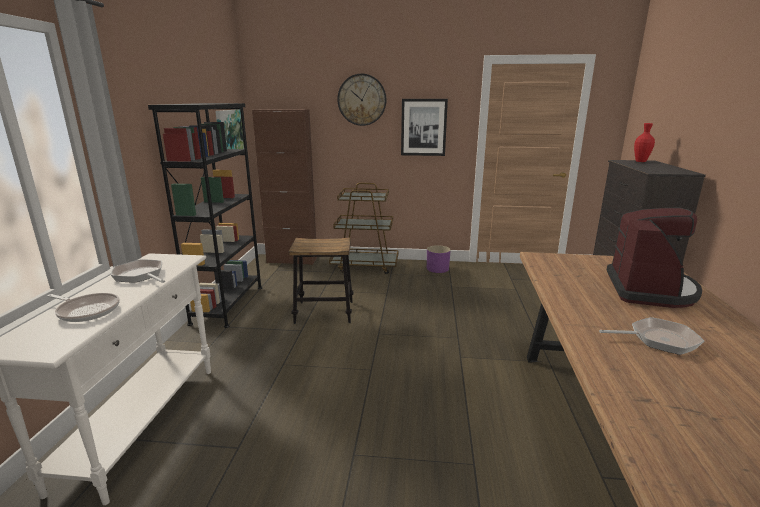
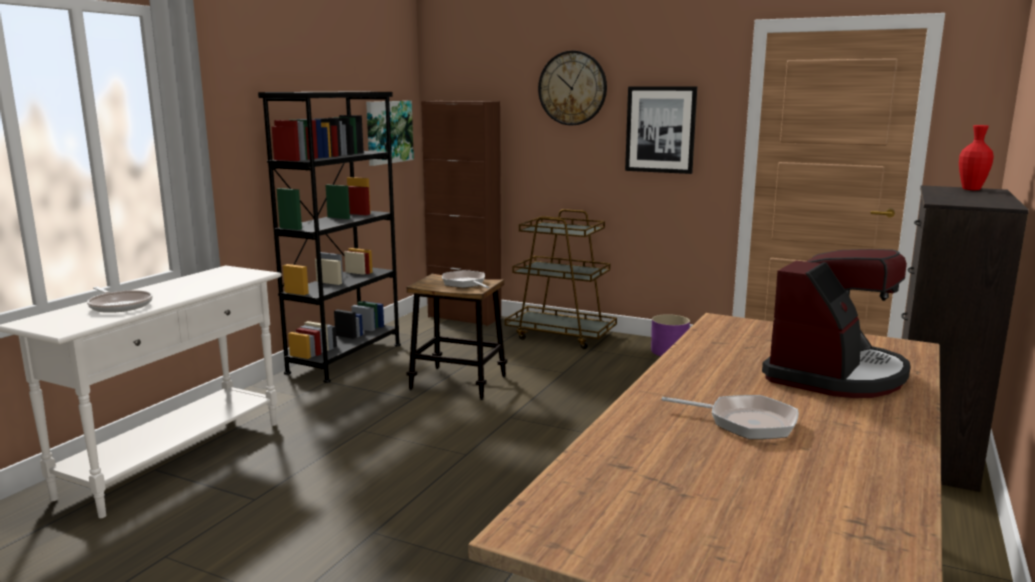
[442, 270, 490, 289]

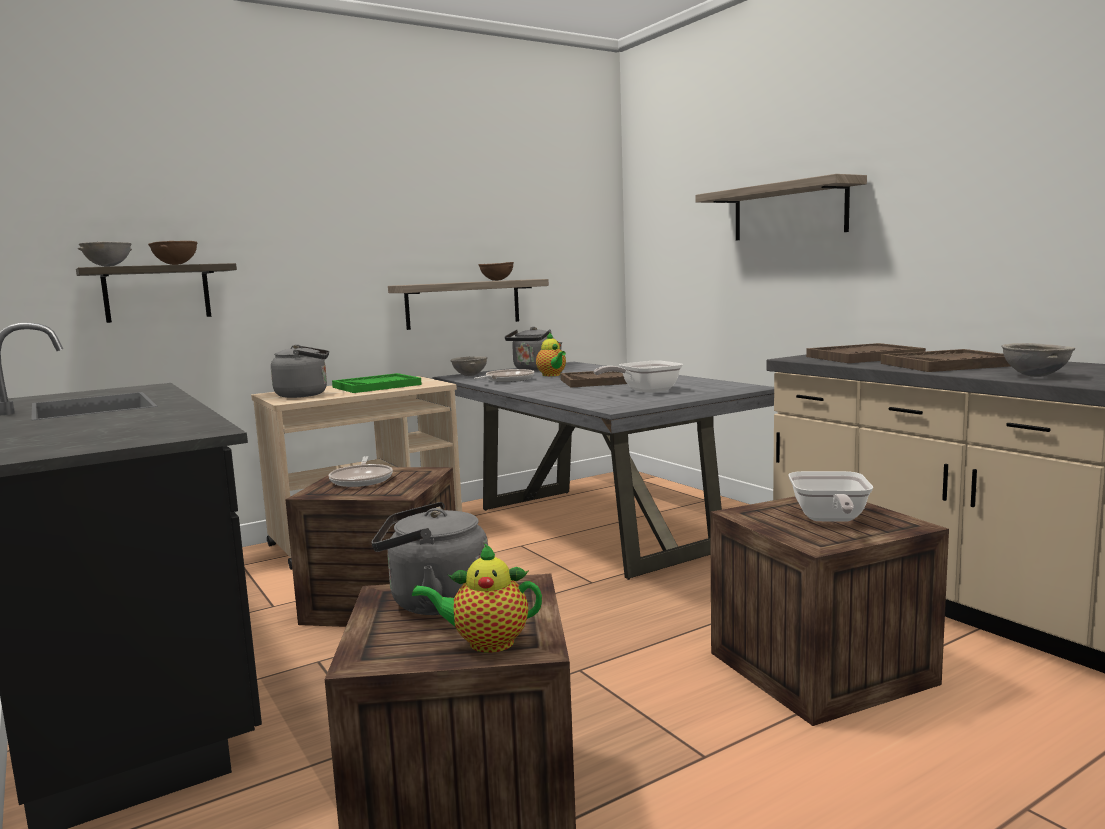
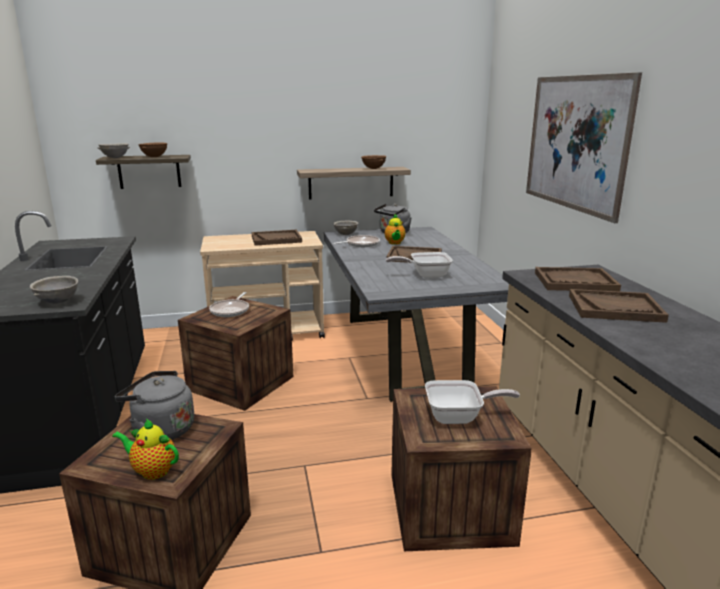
[30, 276, 78, 304]
[252, 230, 302, 246]
[425, 380, 520, 424]
[526, 72, 642, 223]
[271, 344, 329, 398] (first image)

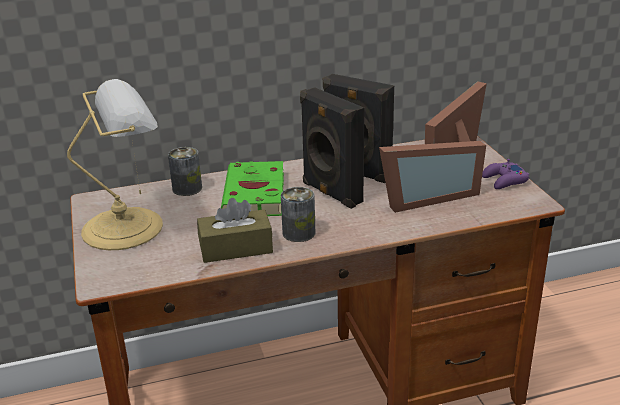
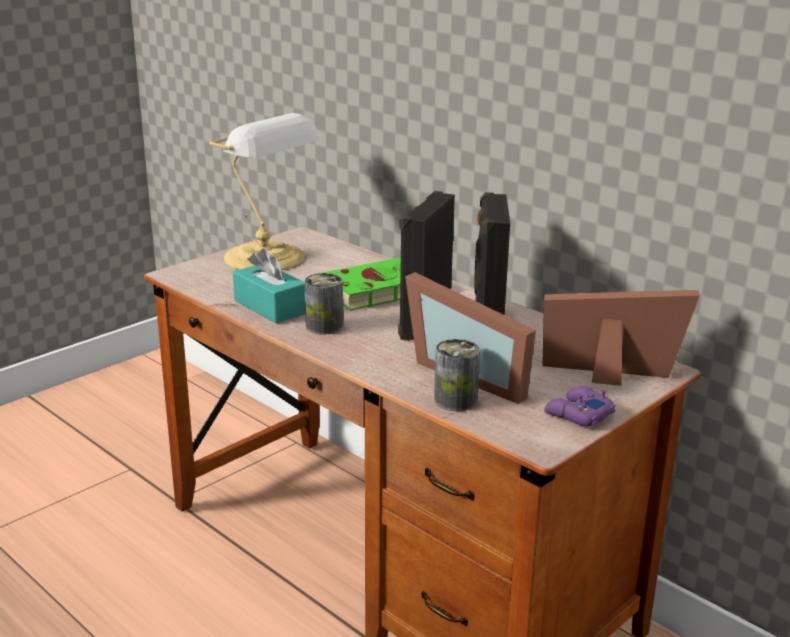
[233, 248, 305, 323]
[434, 339, 480, 411]

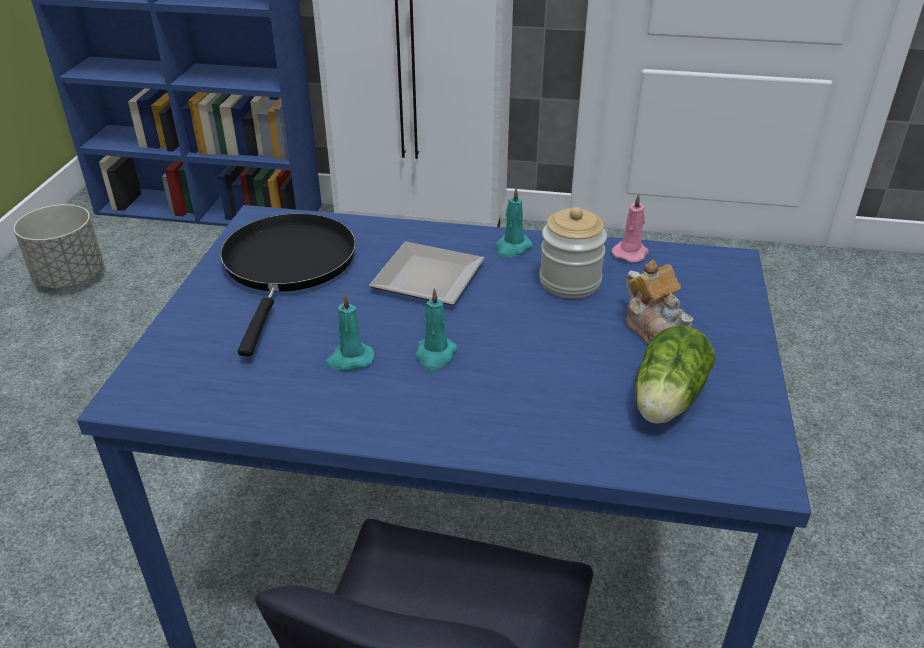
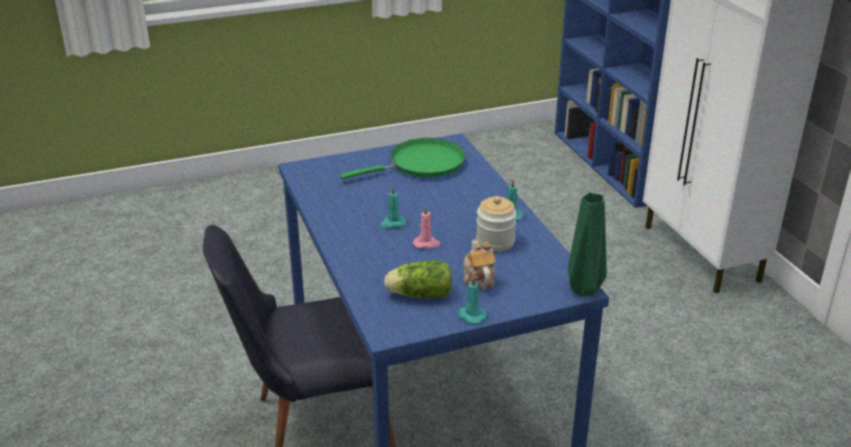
[340, 138, 465, 180]
[413, 206, 441, 249]
[458, 276, 487, 324]
[463, 239, 496, 290]
[568, 193, 607, 297]
[14, 204, 104, 288] (first image)
[369, 242, 484, 305] (first image)

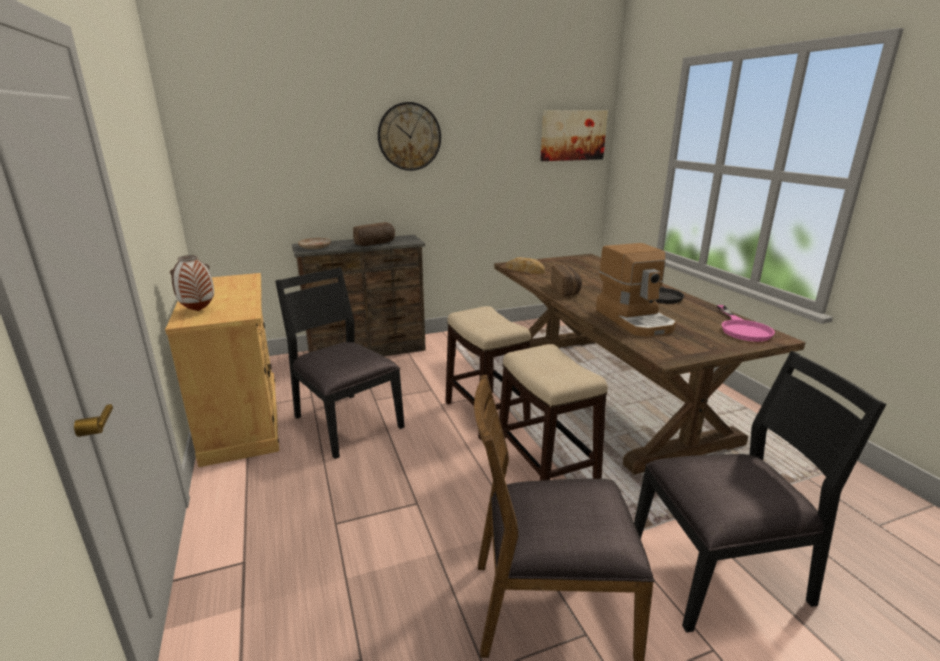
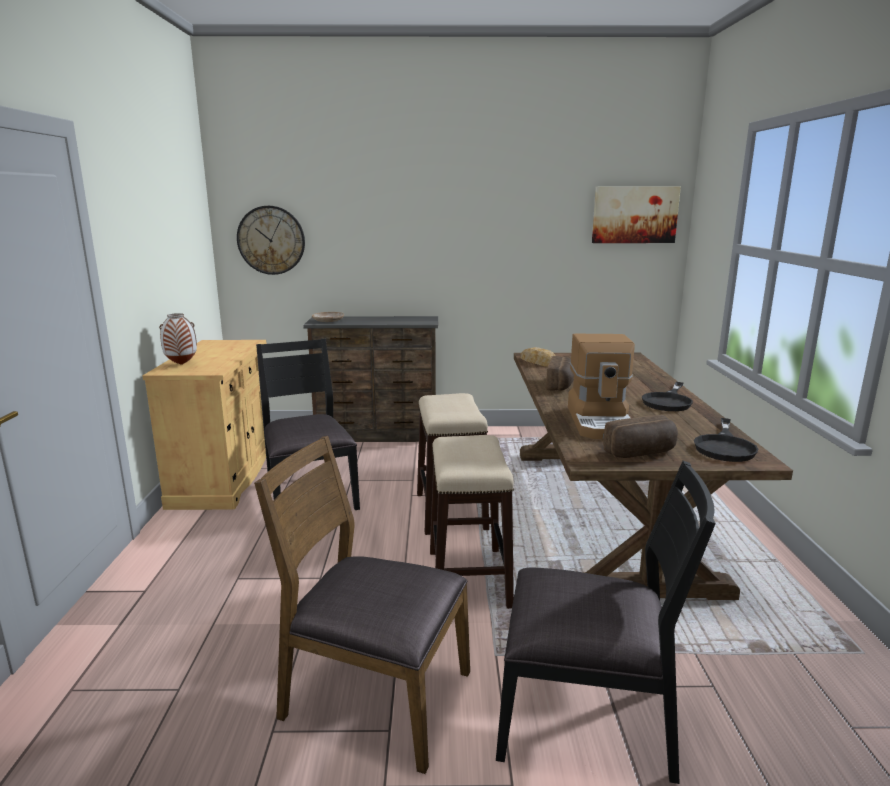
[237, 206, 305, 275]
[603, 415, 678, 458]
[694, 418, 759, 462]

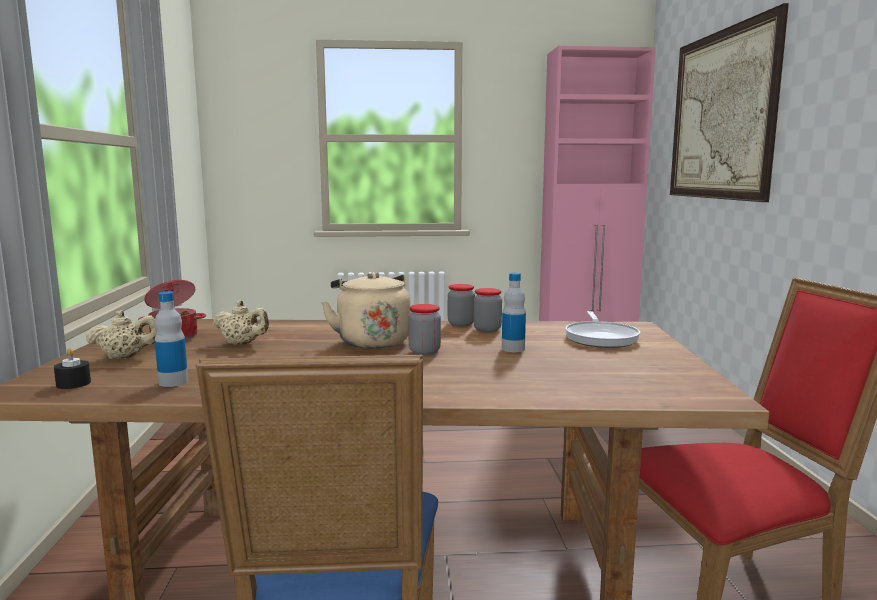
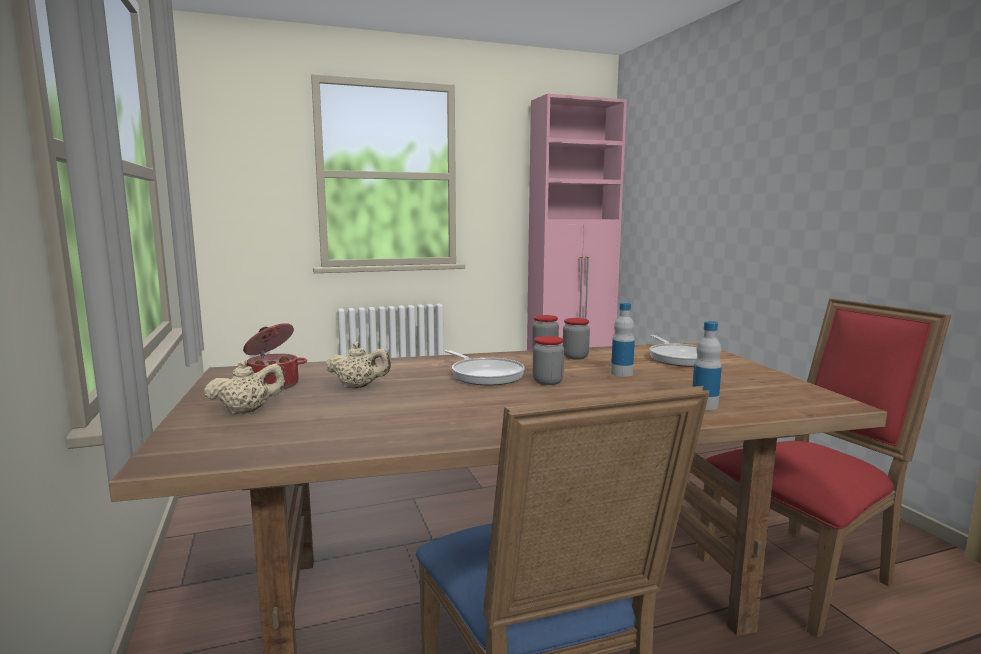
[445, 350, 525, 386]
[692, 321, 722, 410]
[54, 348, 91, 389] (first image)
[670, 3, 789, 202] (first image)

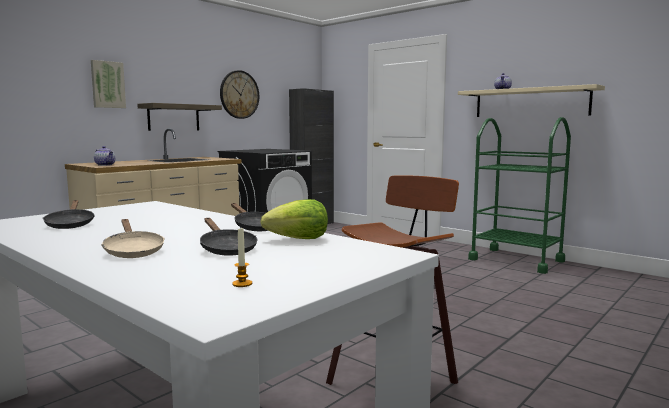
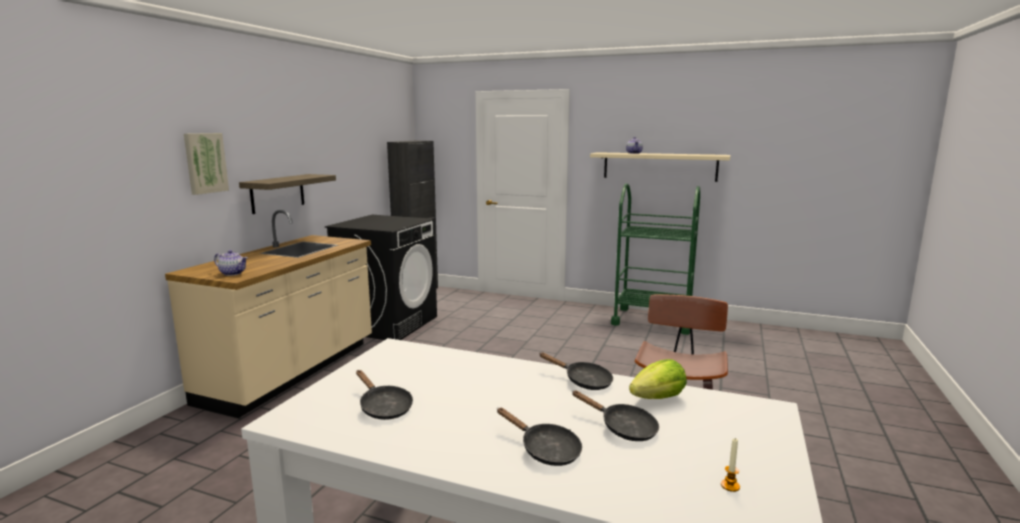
[497, 408, 582, 466]
[220, 70, 259, 119] (first image)

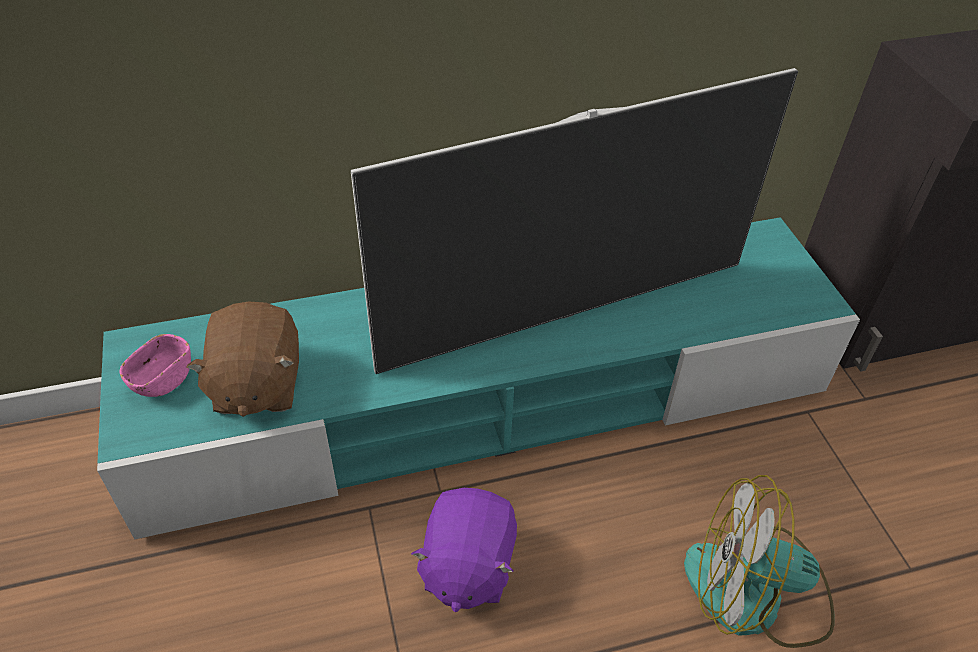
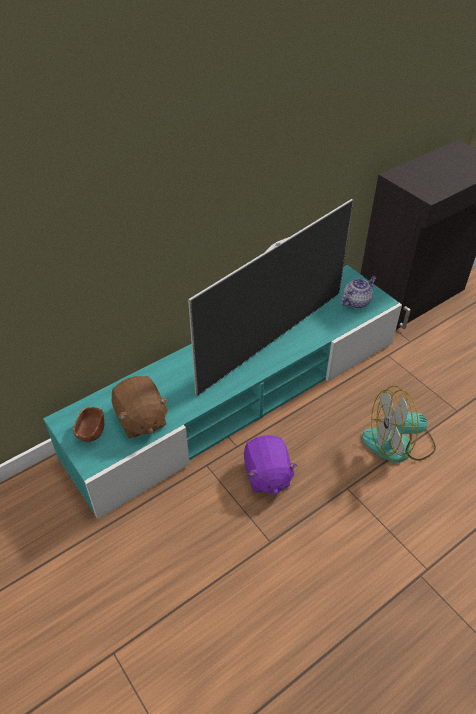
[73, 407, 104, 442]
[341, 276, 377, 309]

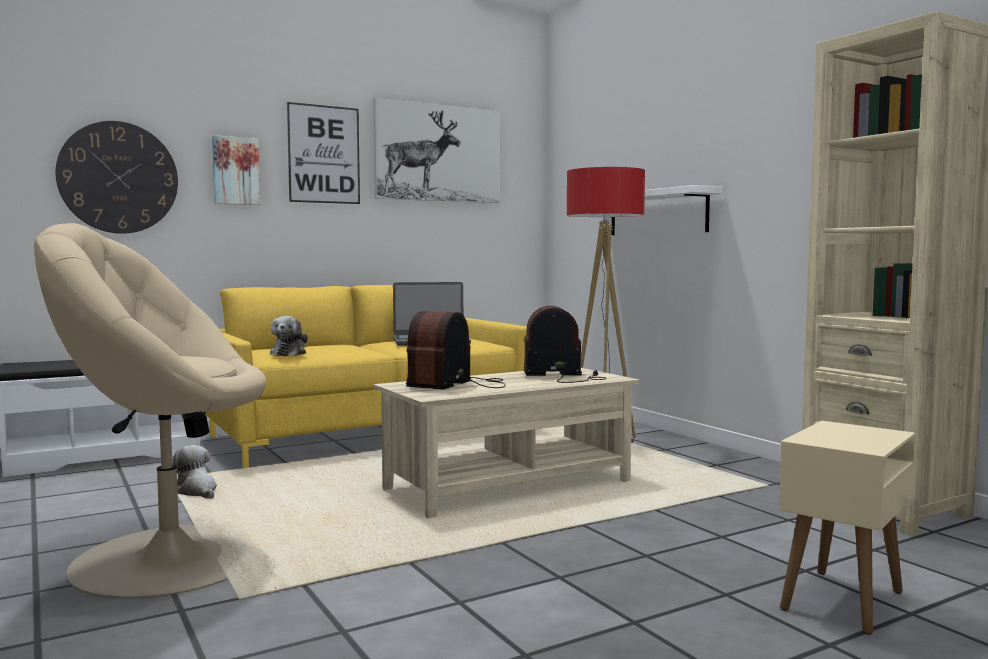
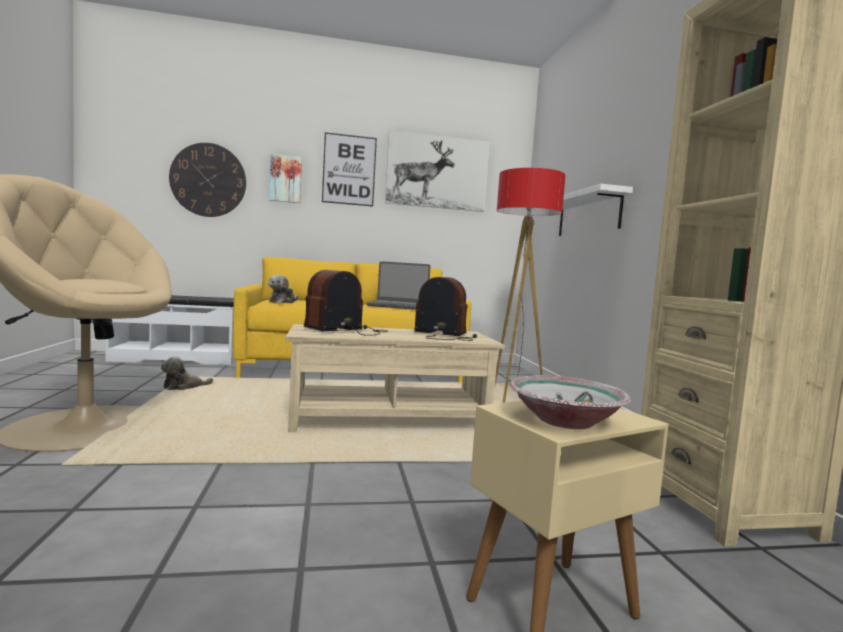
[161, 356, 213, 390]
[510, 375, 631, 429]

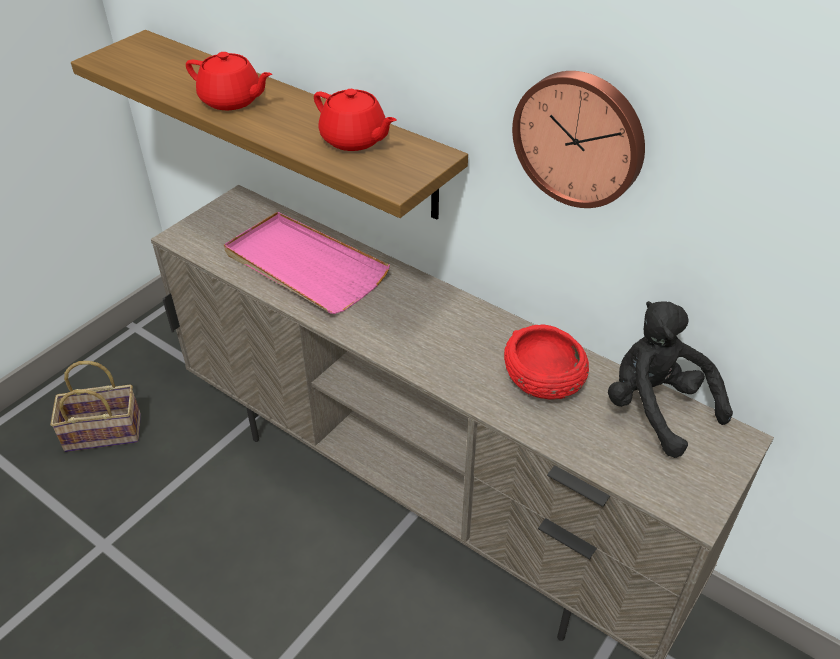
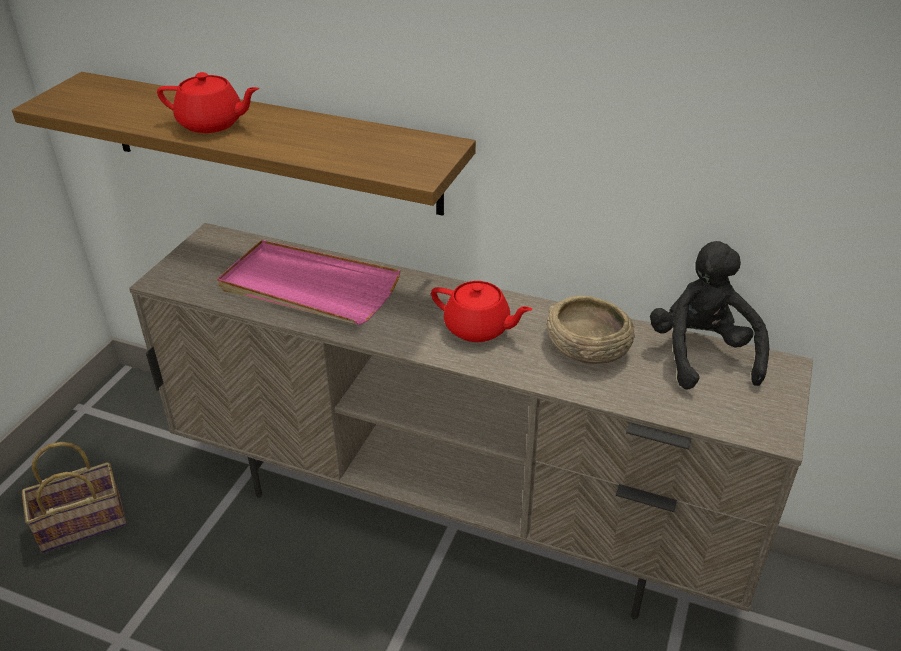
[431, 281, 532, 342]
[546, 295, 635, 364]
[650, 241, 769, 390]
[512, 71, 645, 208] (first image)

